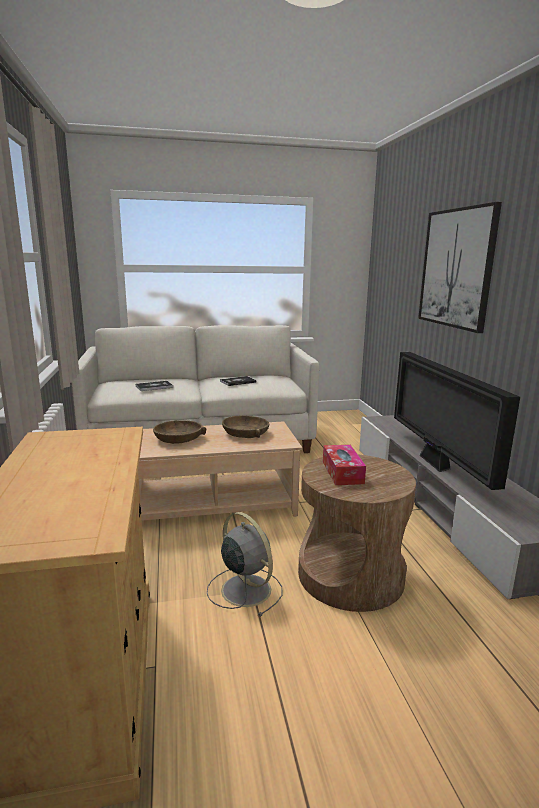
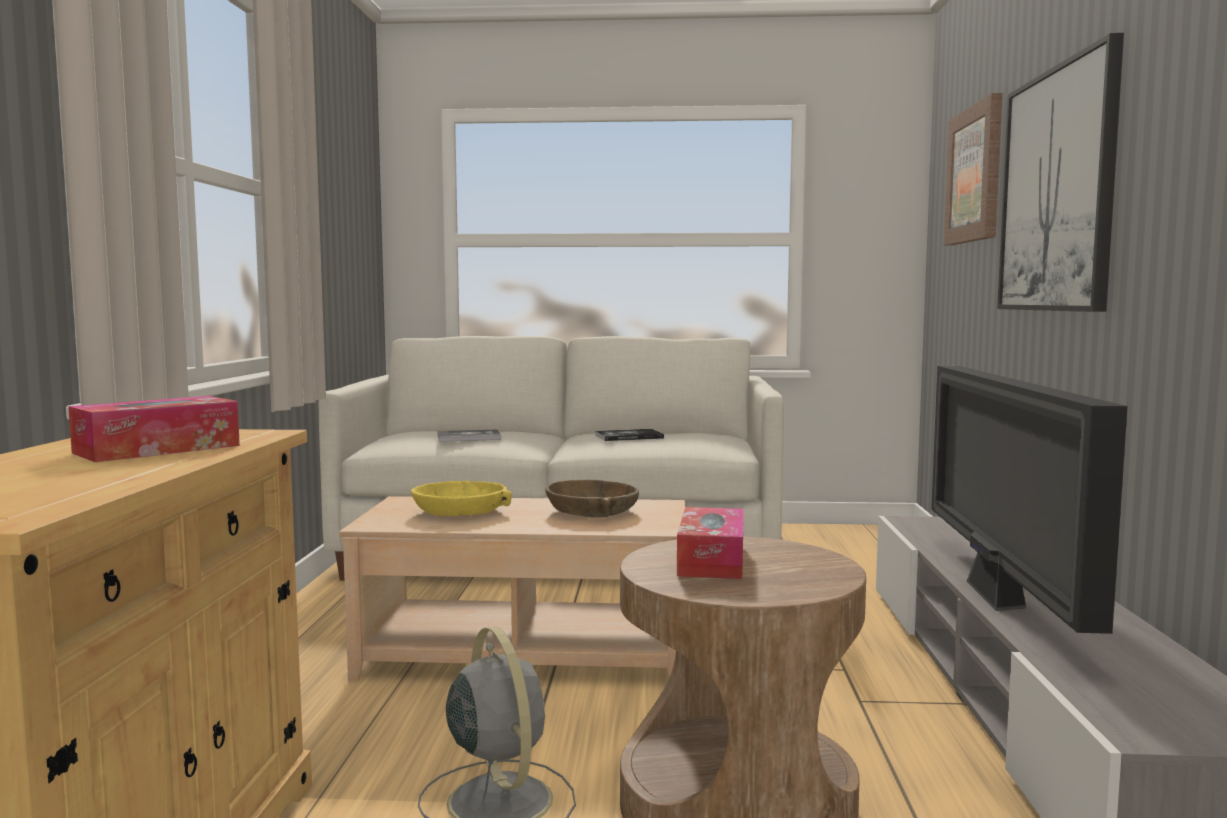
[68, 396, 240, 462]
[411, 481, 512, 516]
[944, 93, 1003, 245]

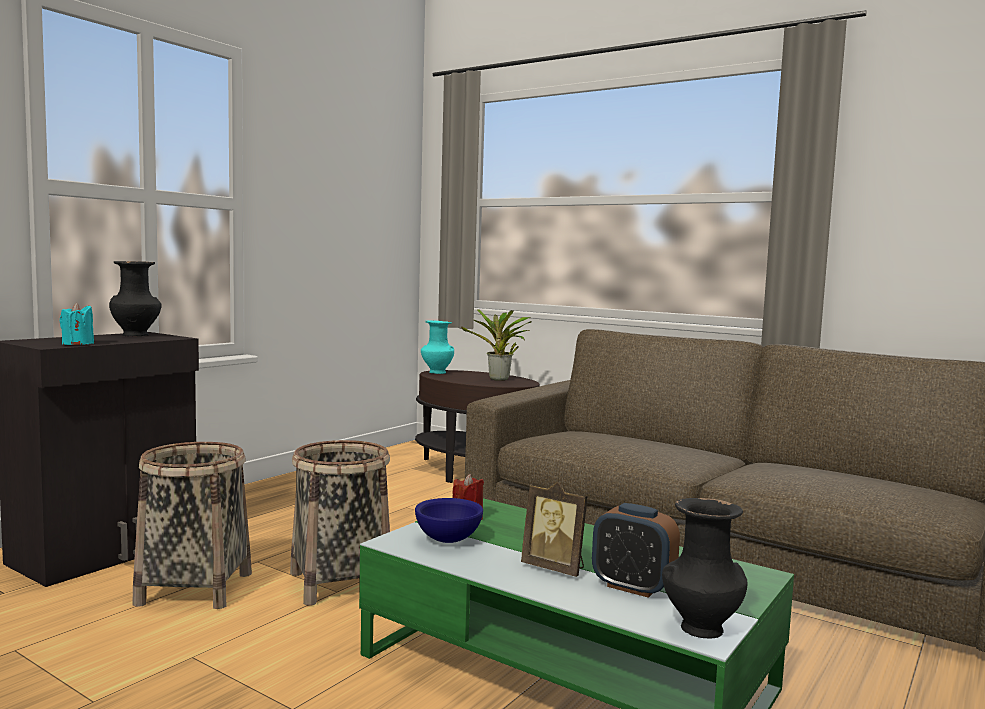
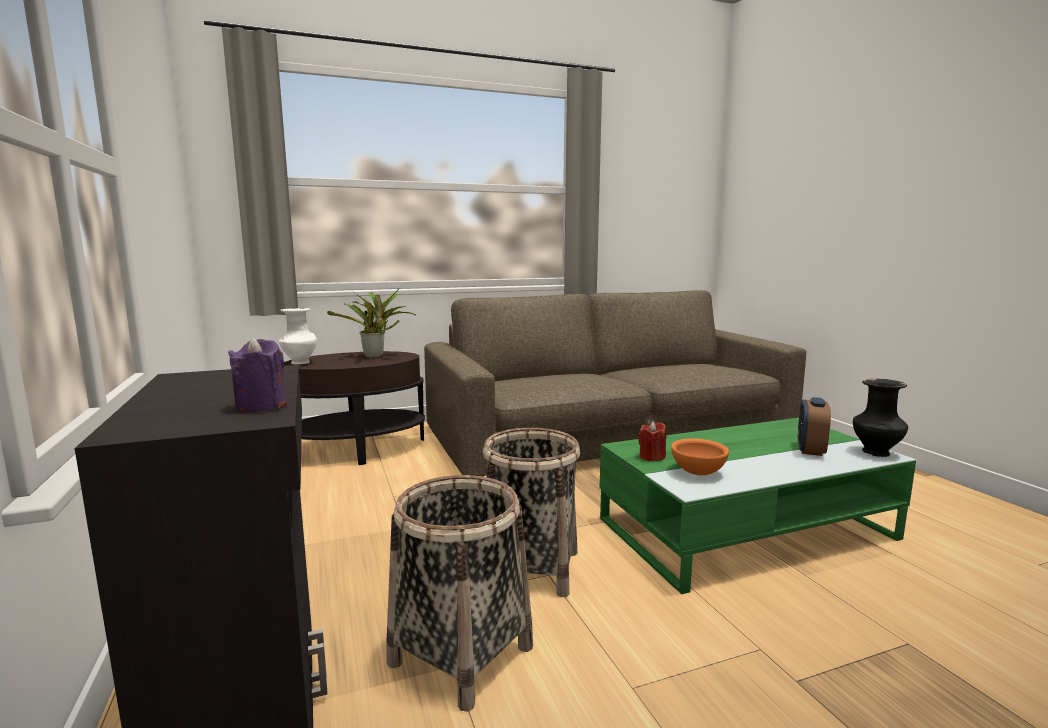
[228, 337, 287, 413]
[279, 308, 317, 365]
[671, 438, 729, 475]
[798, 397, 831, 456]
[109, 261, 162, 336] (first image)
[521, 482, 588, 577] (first image)

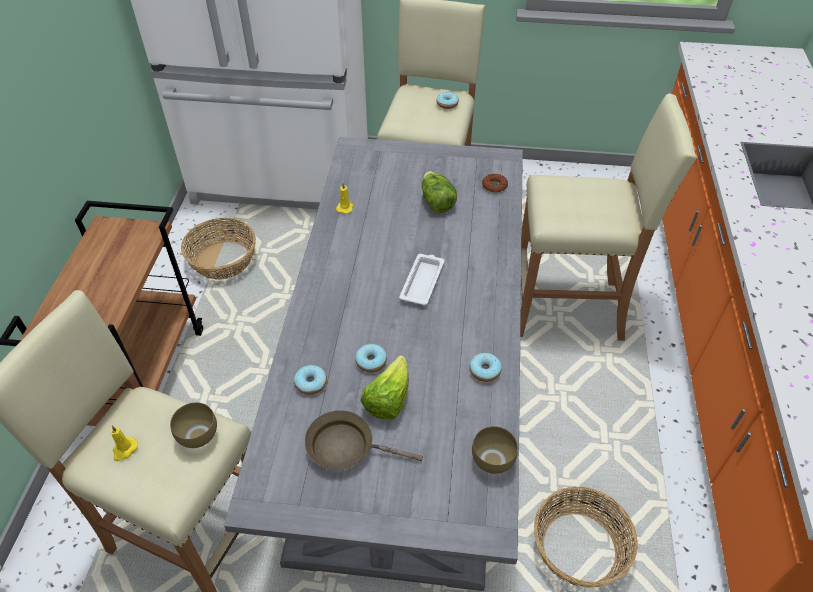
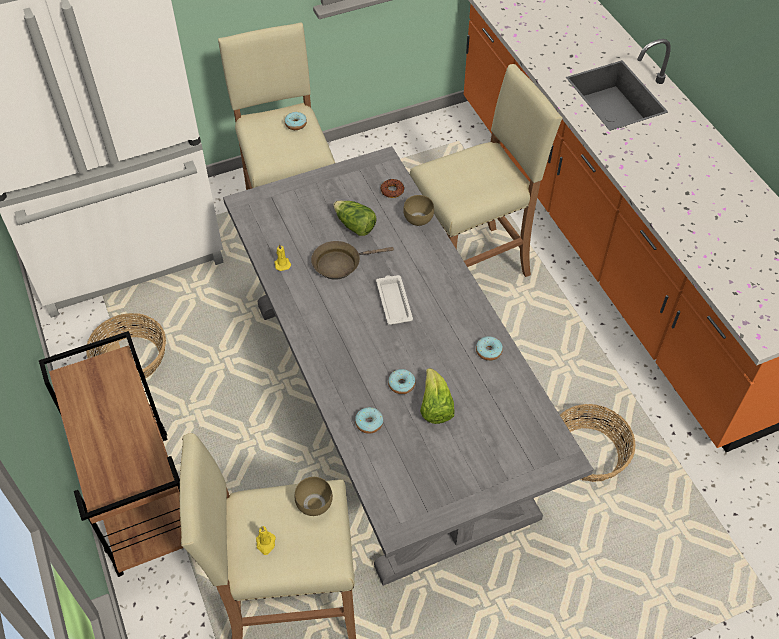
[311, 241, 394, 280]
[403, 195, 434, 226]

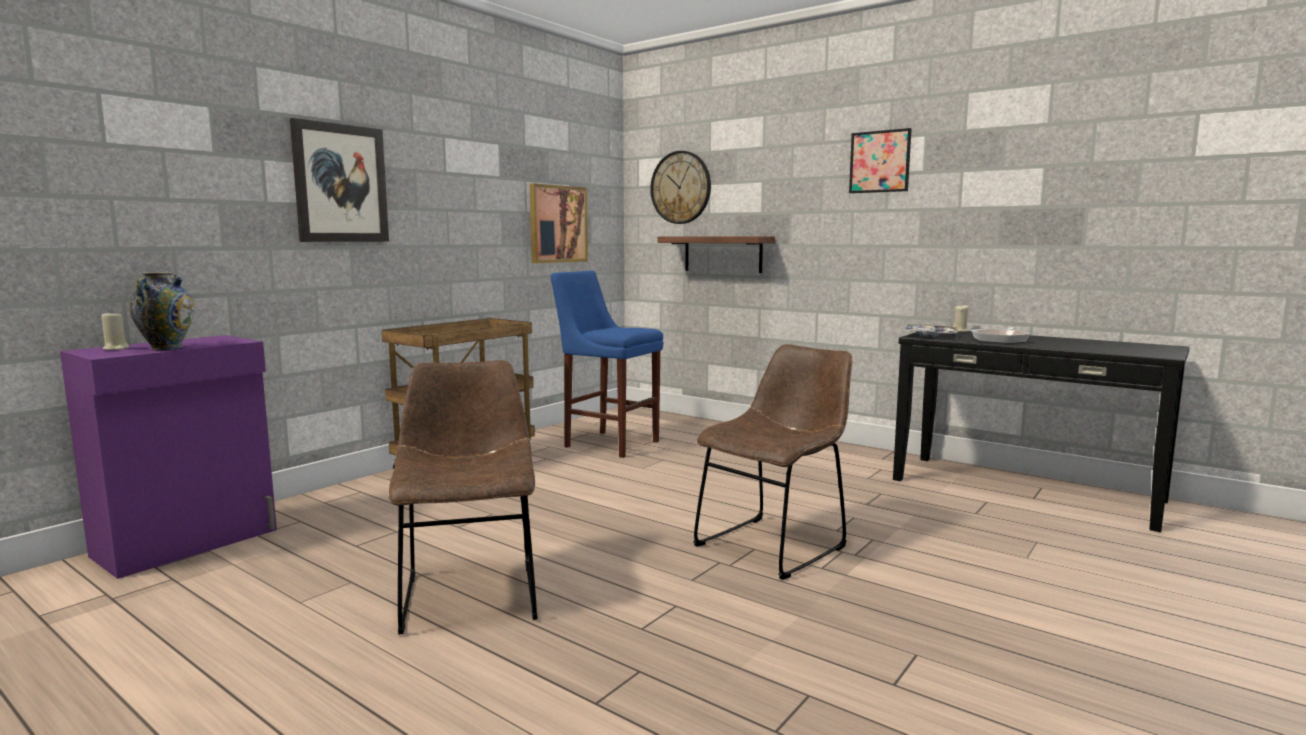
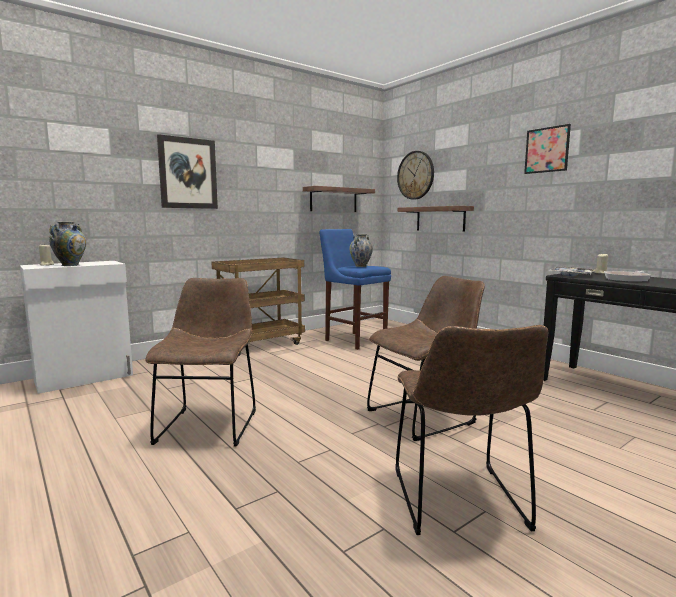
[20, 261, 133, 394]
[303, 186, 375, 212]
[349, 234, 373, 267]
[395, 325, 548, 535]

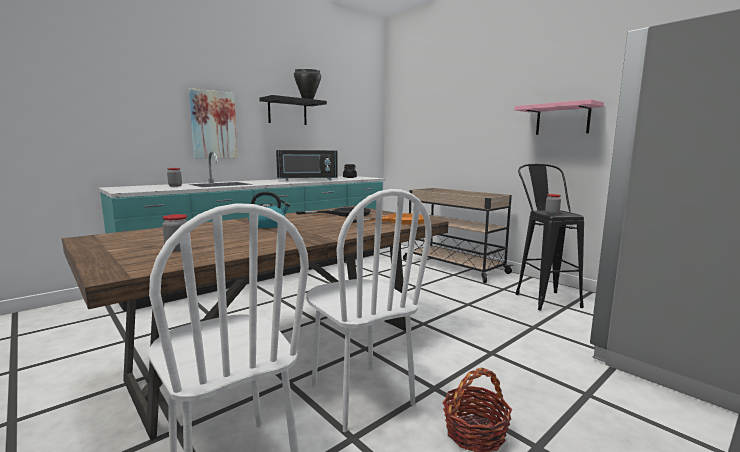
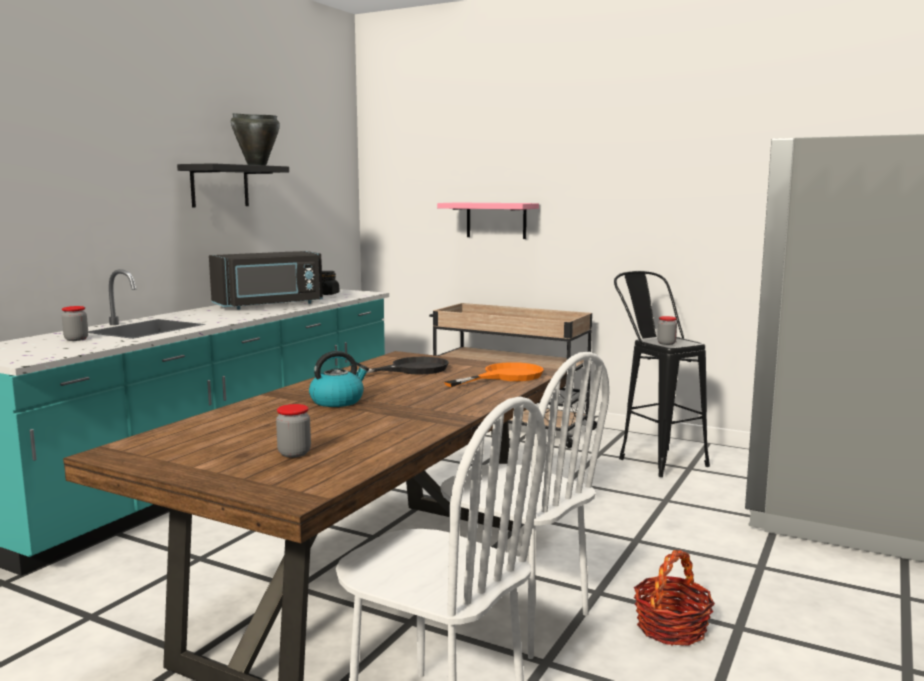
[437, 203, 539, 239]
[189, 88, 238, 159] (first image)

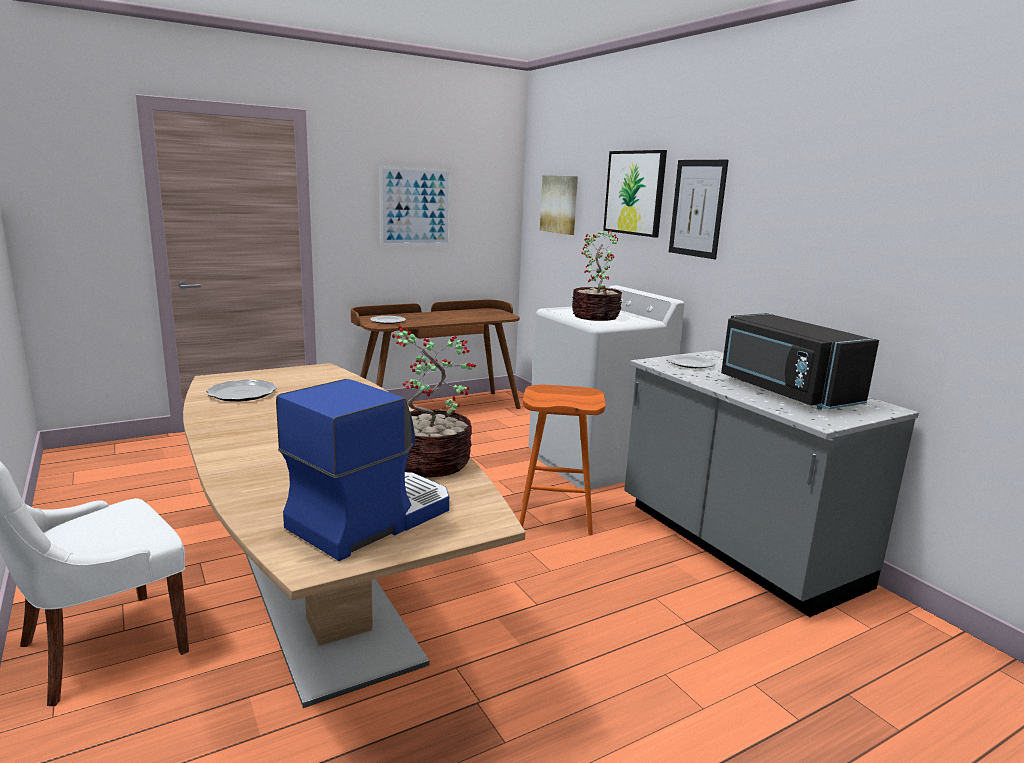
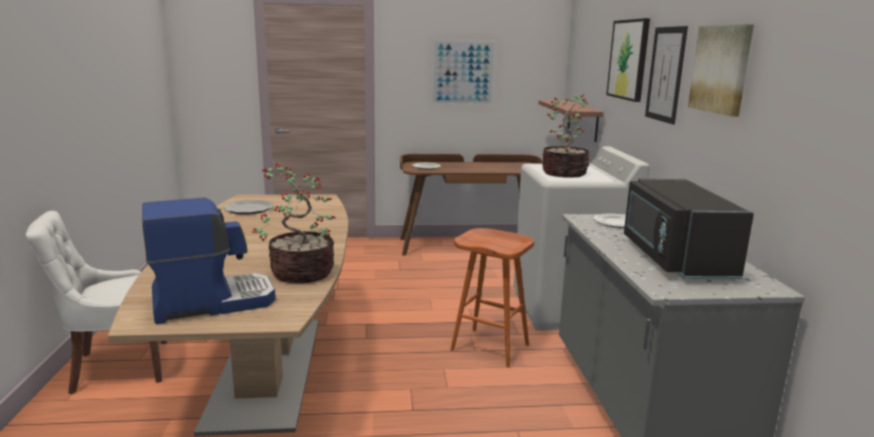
[539, 100, 604, 142]
[688, 24, 754, 117]

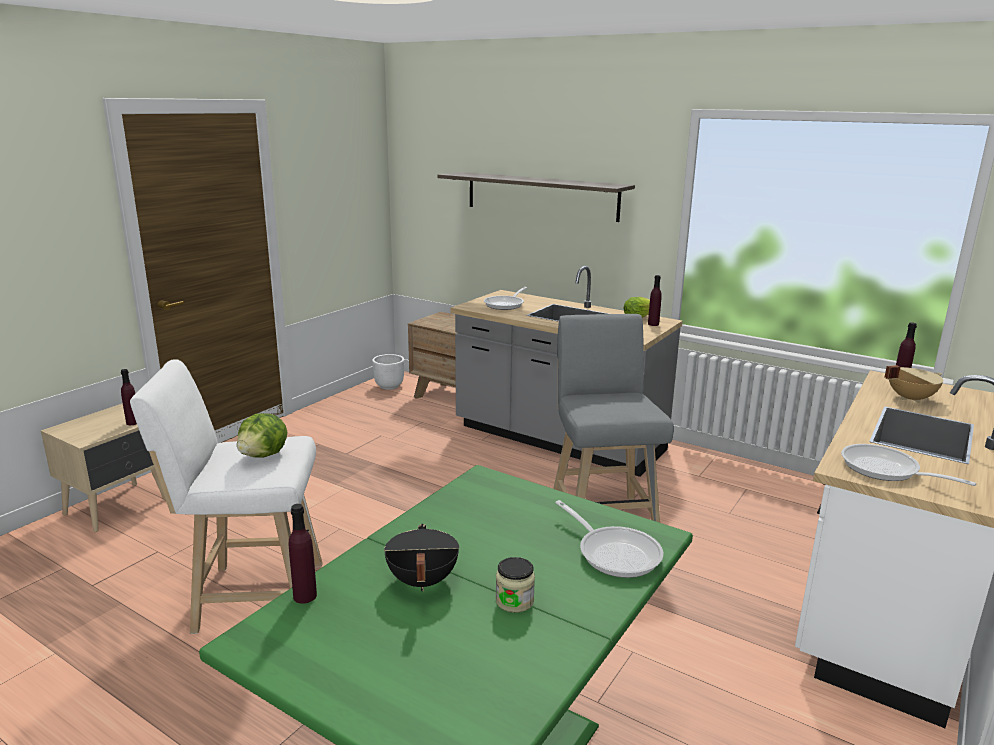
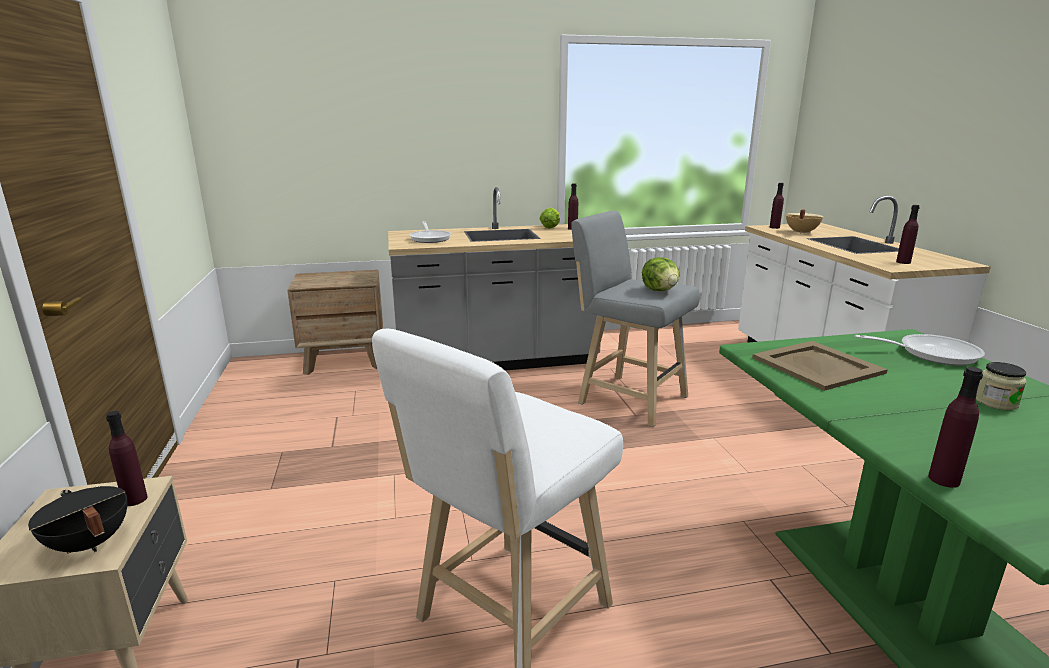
[28, 486, 127, 554]
[642, 257, 679, 291]
[752, 341, 888, 391]
[896, 205, 920, 264]
[372, 354, 404, 390] (first image)
[437, 172, 635, 222] (first image)

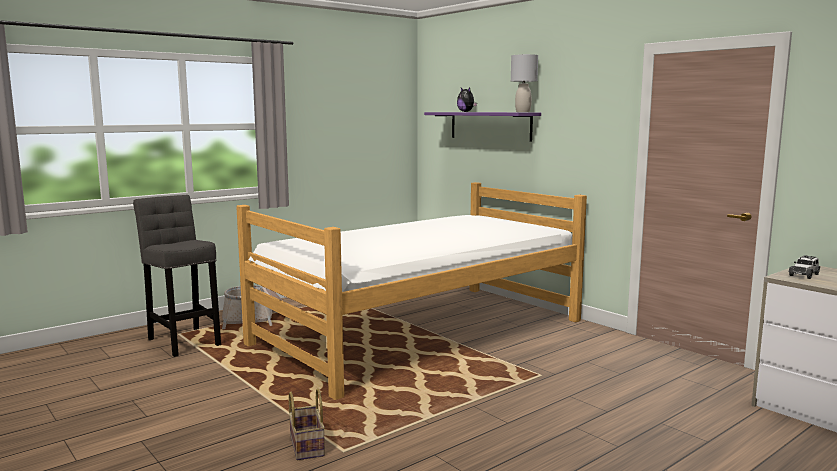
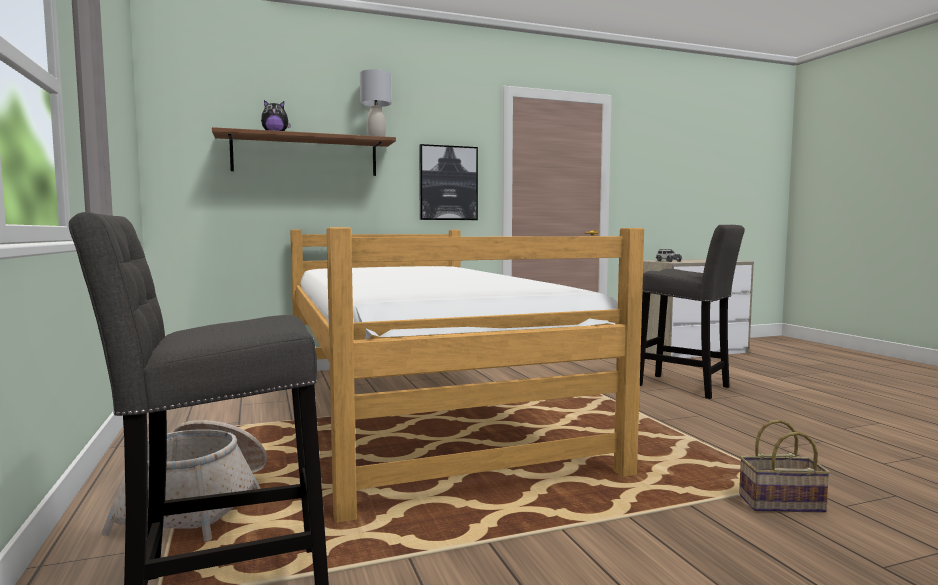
[212, 127, 396, 176]
[419, 144, 478, 220]
[640, 225, 745, 399]

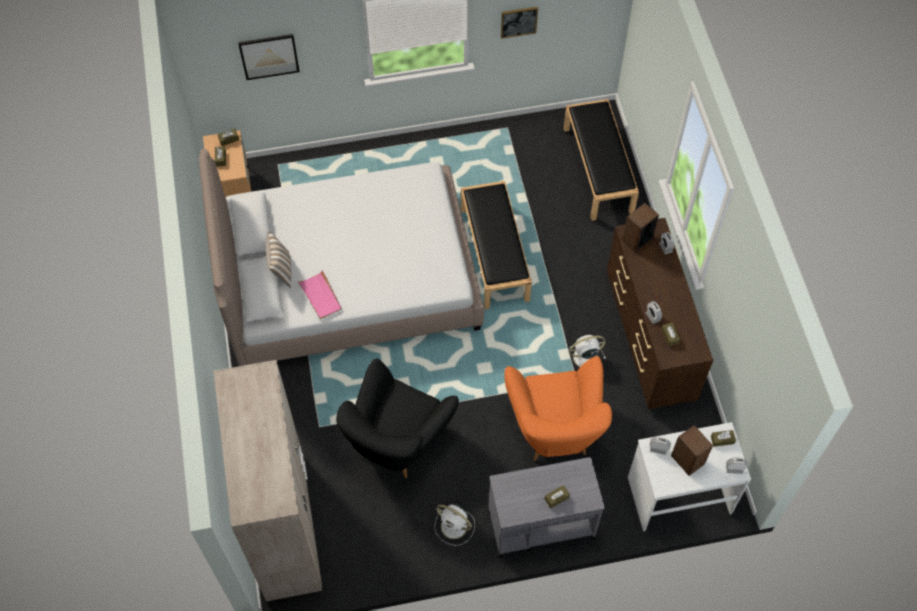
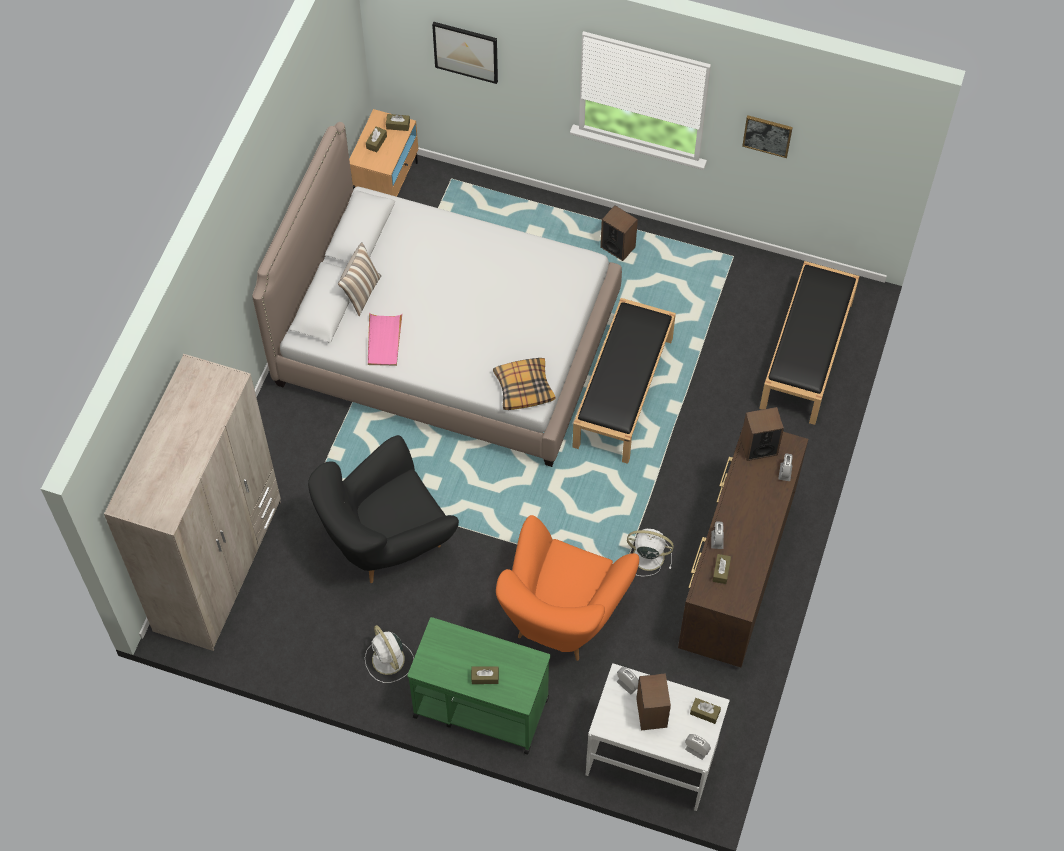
[407, 617, 551, 755]
[493, 358, 556, 410]
[600, 205, 638, 261]

